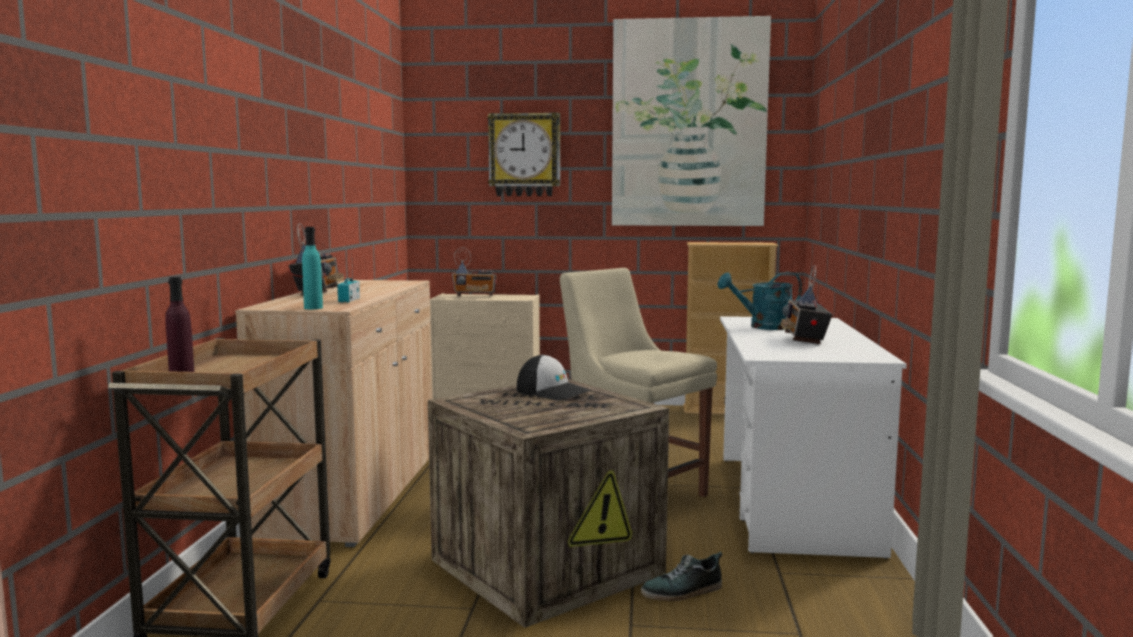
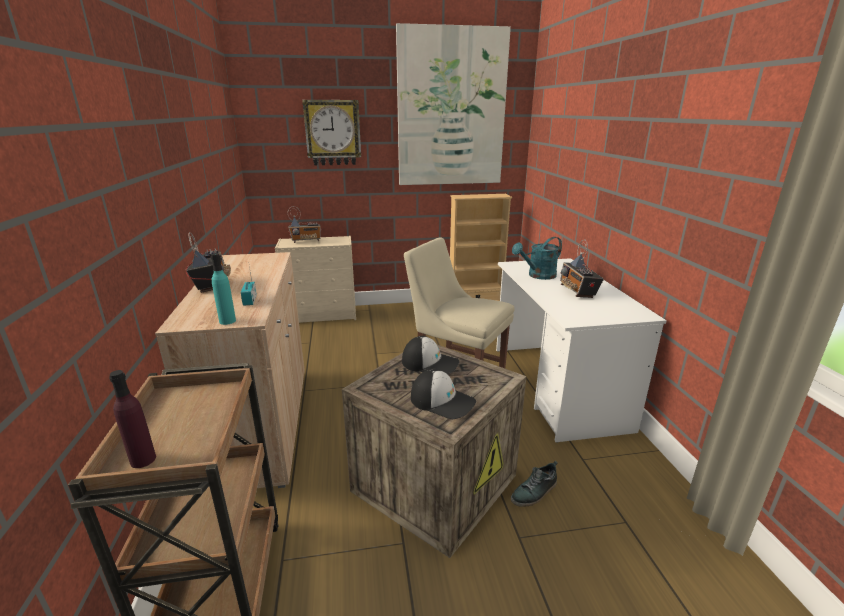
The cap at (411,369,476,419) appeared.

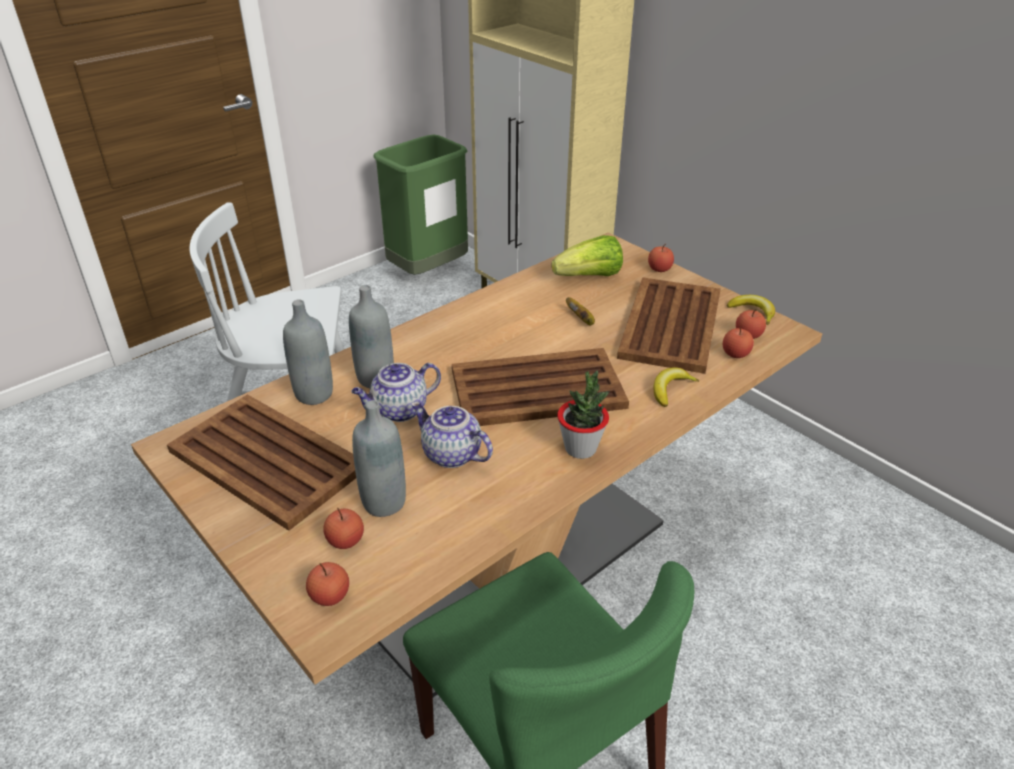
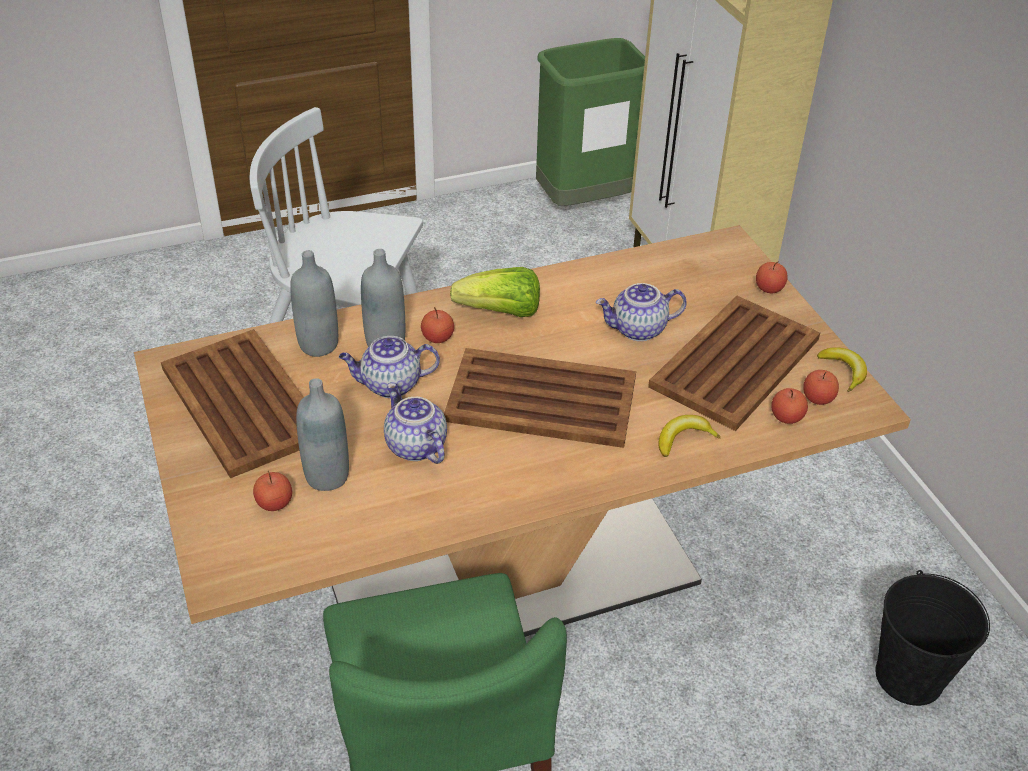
The apple moved from (306,562,349,606) to (421,307,454,343).
The lettuce moved from (552,235,623,276) to (450,267,540,317).
The potted plant at (557,370,610,459) disappeared.
The banana at (566,297,595,325) was replaced by the teapot at (596,283,687,341).
The black bucket at (875,570,990,706) appeared.

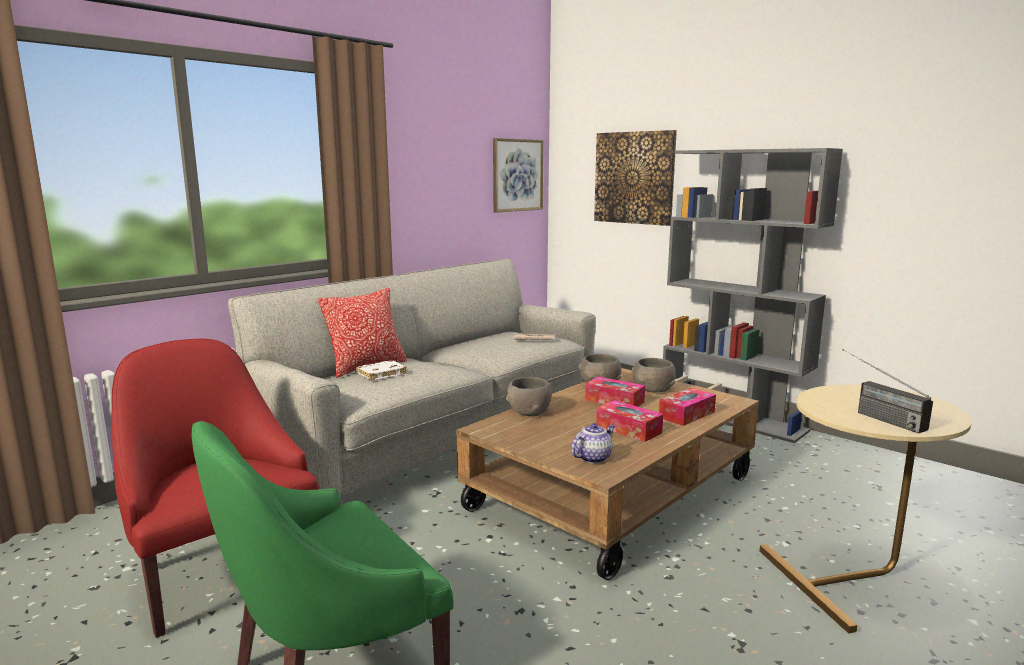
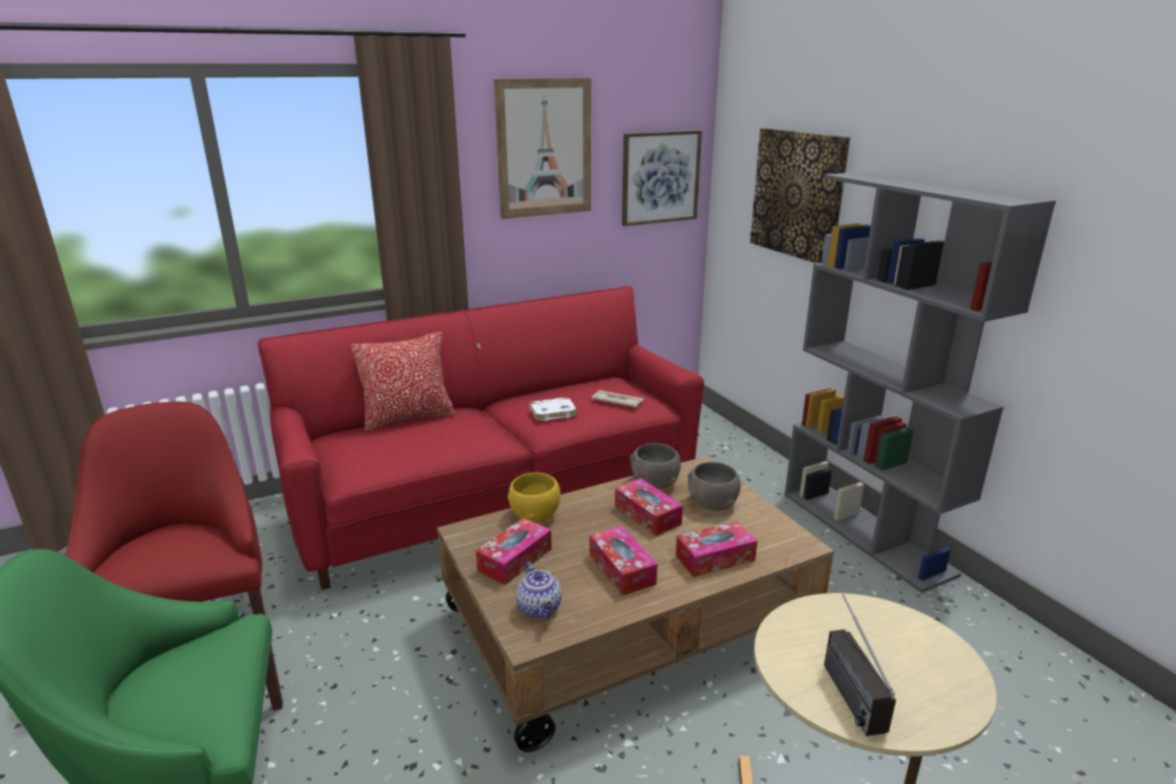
The grey sofa at (228,258,596,495) became the red sofa at (258,286,704,590).
The white book moved from (356,360,407,381) to (529,397,577,421).
The grey bowl at (506,377,552,416) became the yellow bowl at (508,472,561,524).
The teapot at (571,423,615,464) turned 90 degrees clockwise.
The tissue box at (476,518,552,585) appeared.
The picture at (494,78,591,219) appeared.

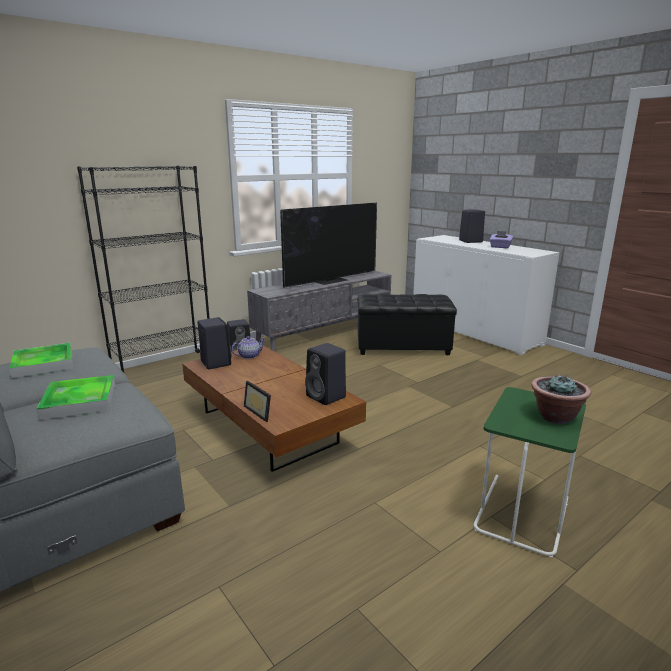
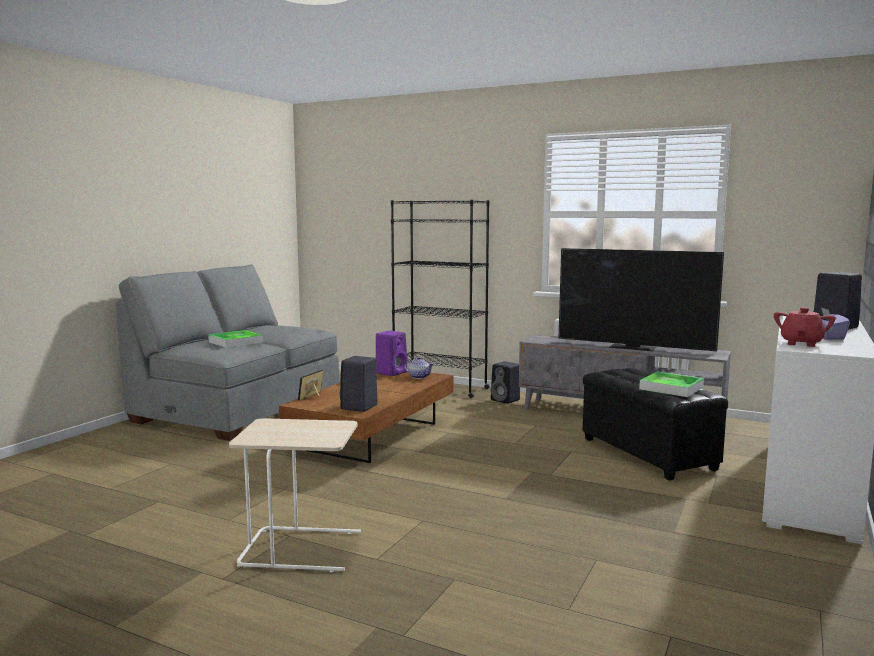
The tray moved from (9,343,73,378) to (639,371,704,397).
The black speaker at (197,317,231,369) became the purple speaker at (376,331,408,376).
The green side table at (474,387,586,558) became the beige side table at (229,418,361,572).
The potted plant at (531,374,591,424) disappeared.
The red teapot at (774,307,835,347) appeared.

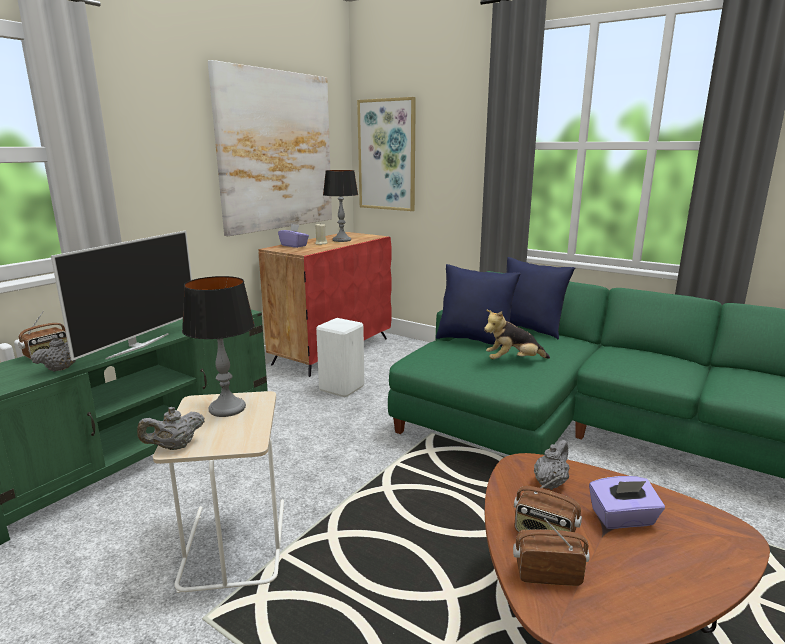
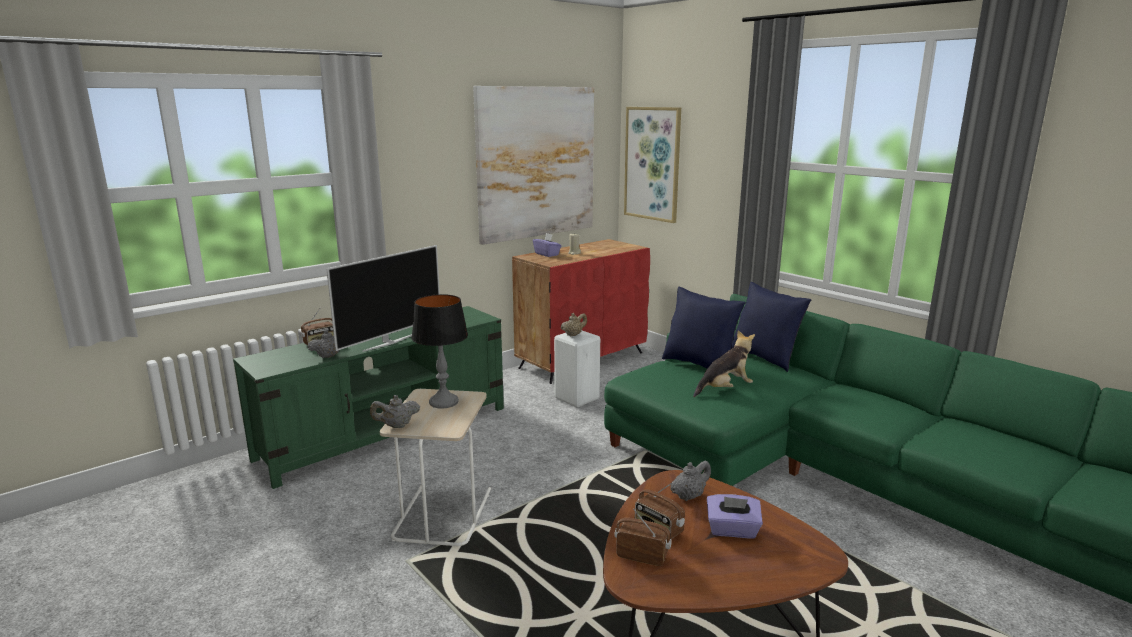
The table lamp at (323,170,358,242) disappeared.
The plush toy at (484,309,550,359) turned 150 degrees clockwise.
The beige teapot at (561,313,587,336) appeared.

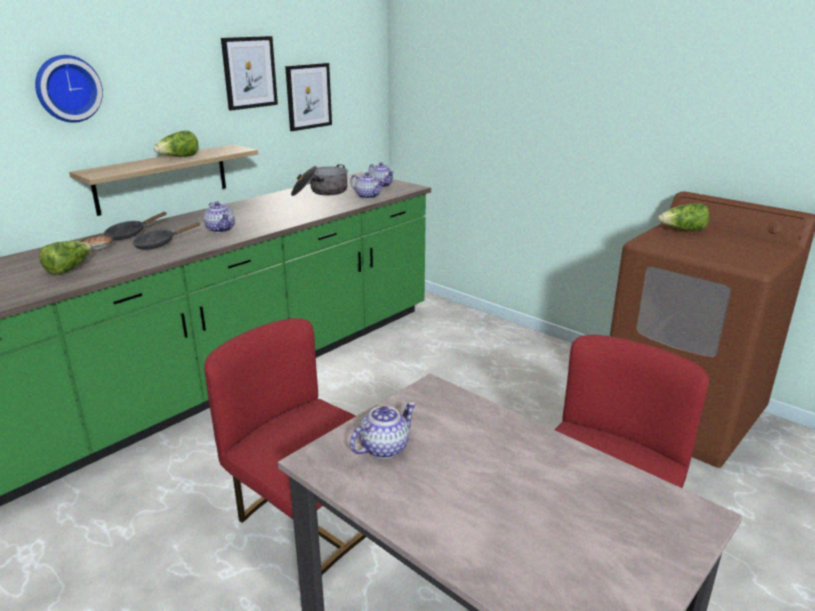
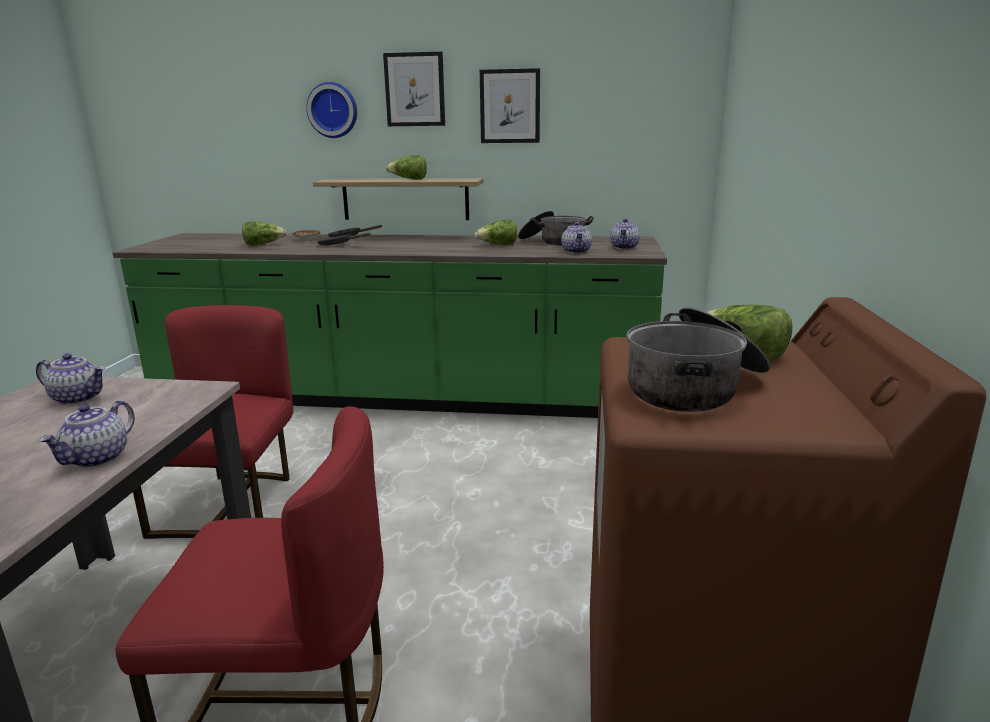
The teapot moved from (204,201,235,233) to (39,400,135,468).
The picture moved from (285,63,332,131) to (383,52,445,126).
The lettuce at (474,219,517,245) appeared.
The cooking pot at (627,307,771,412) appeared.

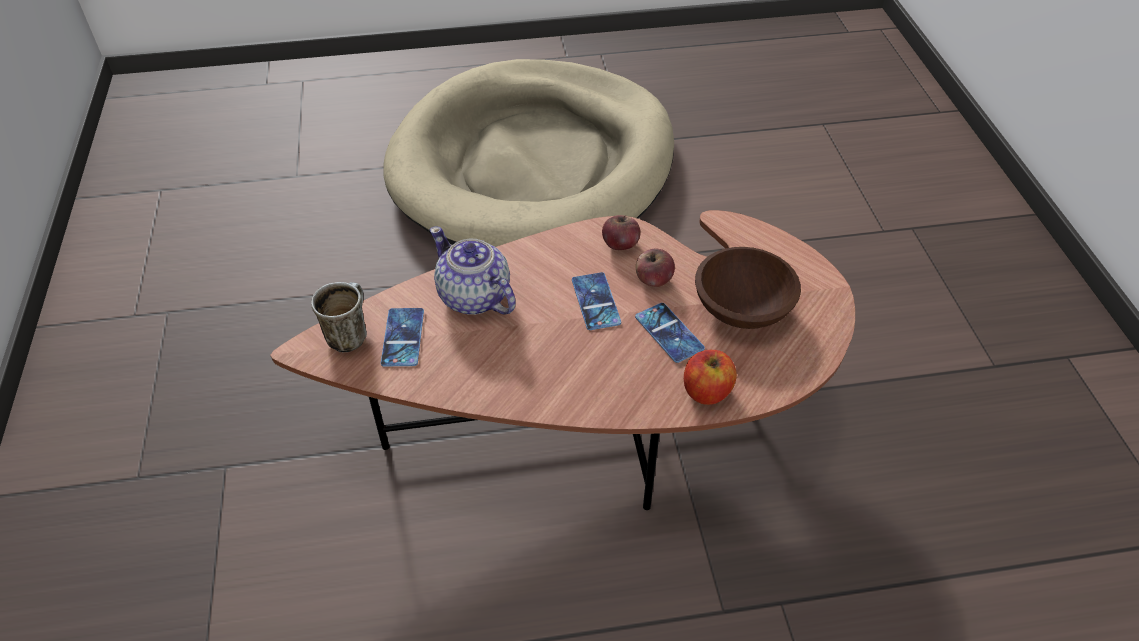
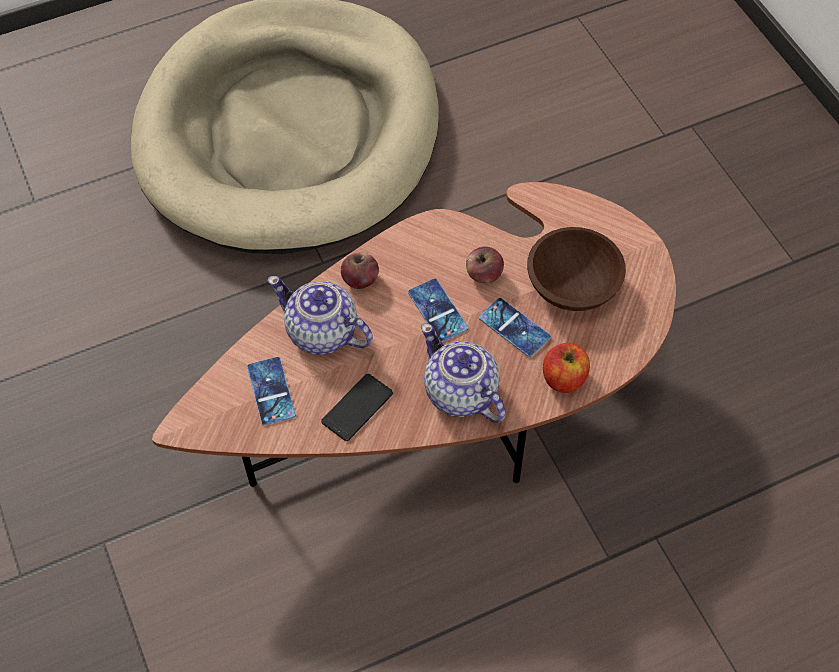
The mug at (311,282,367,352) disappeared.
The apple moved from (602,215,641,250) to (341,252,379,289).
The phone at (321,374,393,441) appeared.
The teapot at (421,323,506,423) appeared.

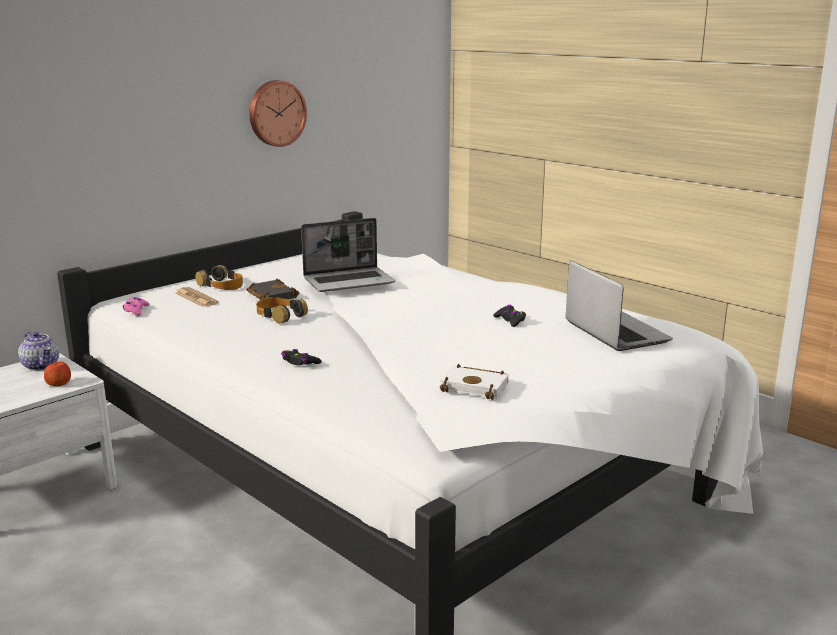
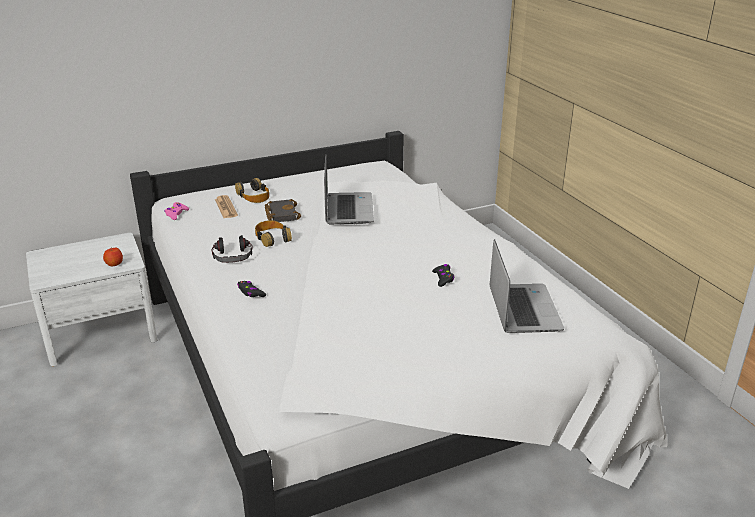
The teapot at (18,332,59,371) disappeared.
The wall clock at (249,80,307,147) disappeared.
The laptop at (301,218,395,292) turned 90 degrees counterclockwise.
The white book at (440,364,509,400) disappeared.
The headphones at (211,235,253,263) appeared.

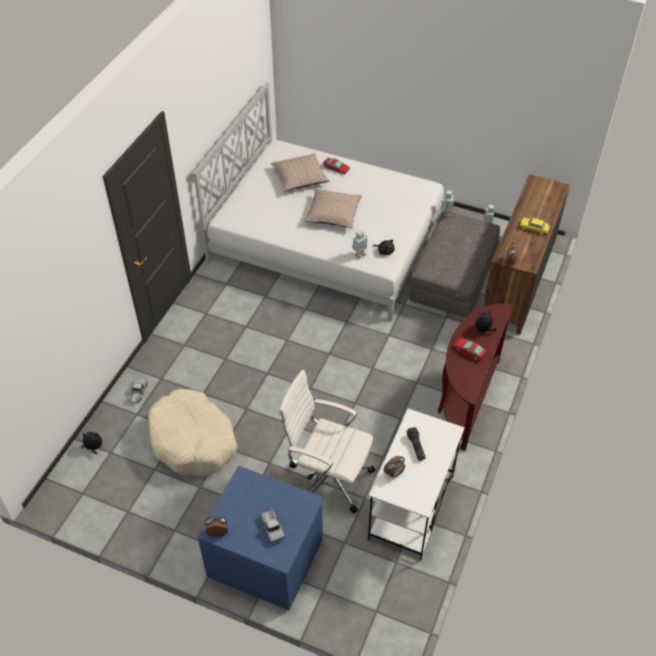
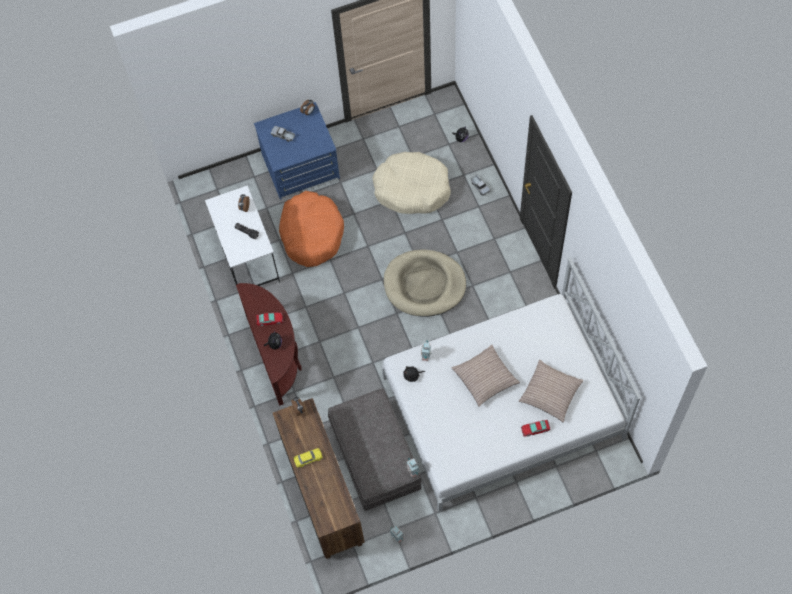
The white office chair at (279,370,376,513) was replaced by the orange dog bed at (279,191,344,267).
The beige dog bed at (384,249,466,317) appeared.

